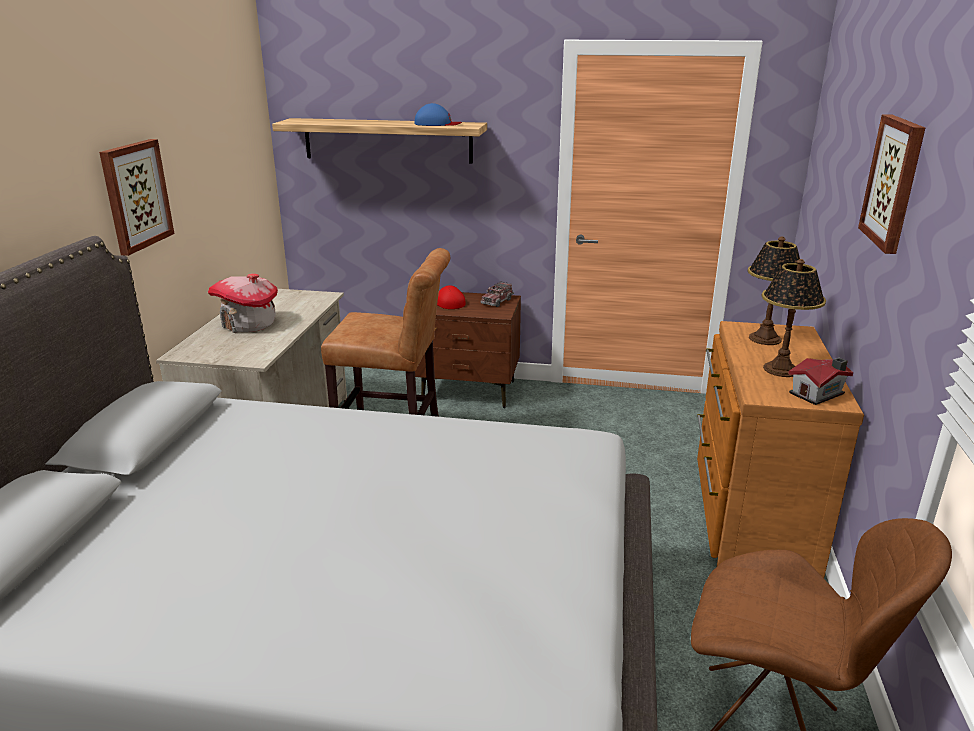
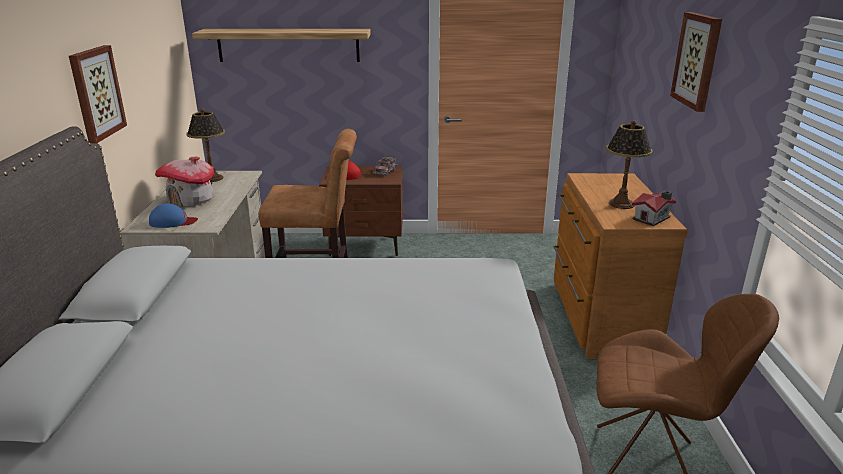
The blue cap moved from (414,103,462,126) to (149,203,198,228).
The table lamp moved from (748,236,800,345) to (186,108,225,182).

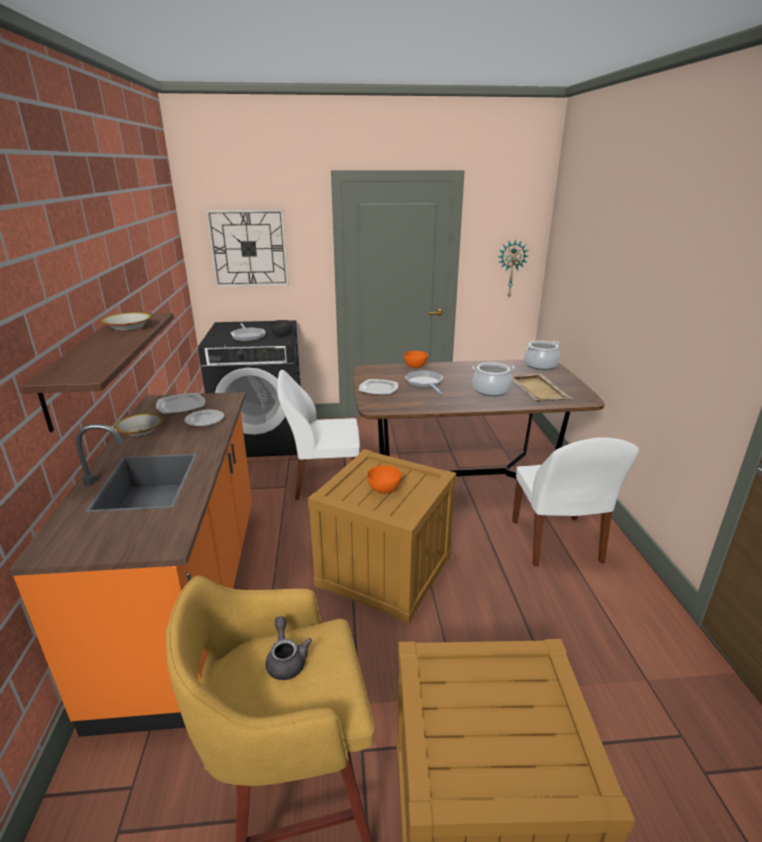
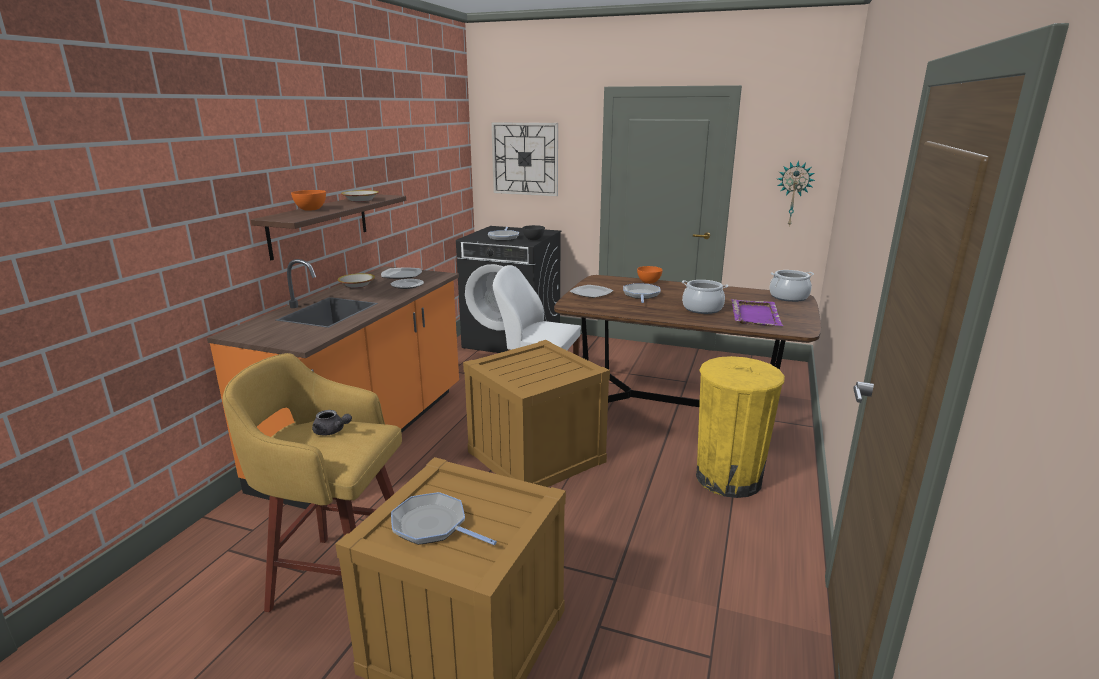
The grey teapot at (266,616,312,680) turned 105 degrees clockwise.
The orange bowl moved from (367,465,402,494) to (291,190,326,211).
The beige tray at (512,373,573,402) became the purple tray at (732,299,783,326).
The white chair at (512,437,639,566) was replaced by the yellow trash can at (696,356,785,498).
The frying pan at (391,492,497,545) appeared.

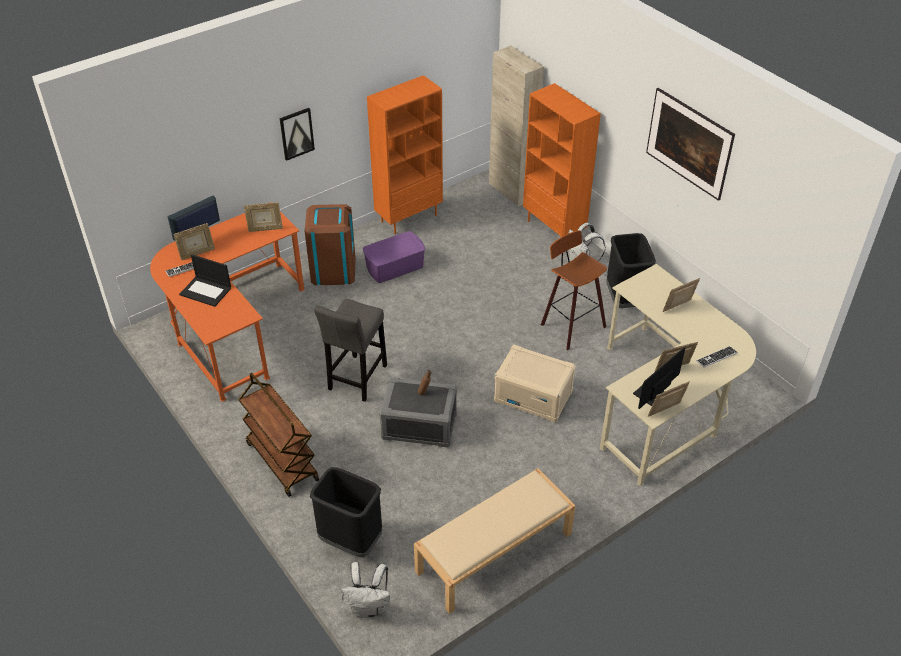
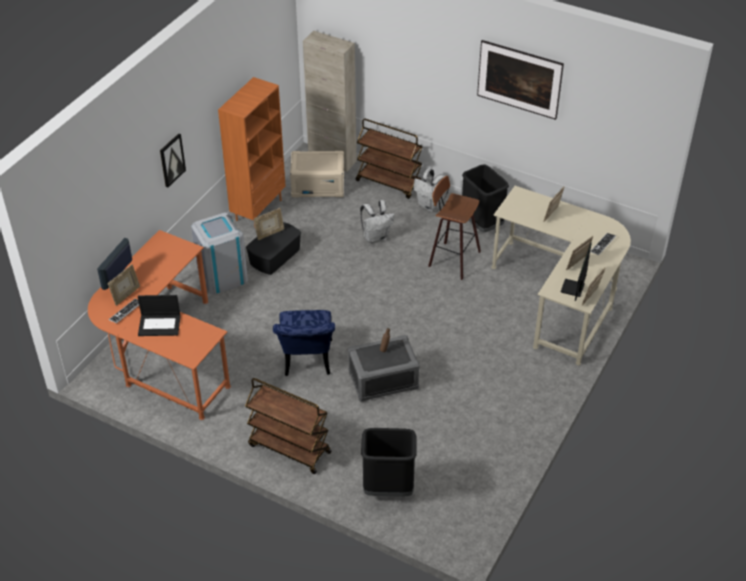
The picture frame moved from (244,202,283,232) to (254,208,284,240).
The brown trash can at (305,204,356,285) became the grey trash can at (191,212,248,295).
The grey stool at (314,299,387,402) was replaced by the blue chair at (273,310,335,376).
The white backpack moved from (341,562,390,618) to (360,200,395,243).
The purple storage box at (363,231,425,283) became the black storage box at (246,222,301,275).
The beige bench at (414,468,575,614) disappeared.
The beige storage box moved from (494,345,576,422) to (290,151,344,197).
The orange bookcase at (523,83,601,237) was replaced by the brown cart at (355,119,423,199).

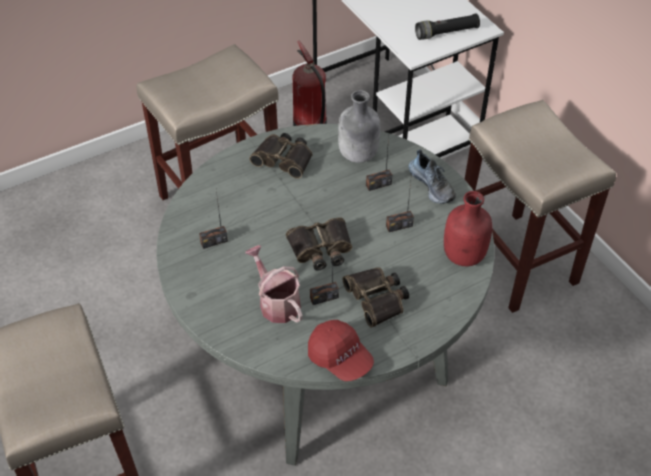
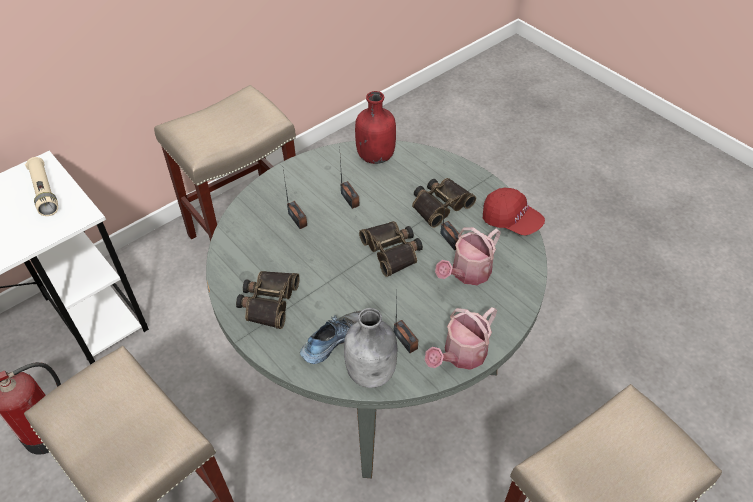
The red cap at (308,320,374,381) turned 90 degrees clockwise.
The grey bottle moved from (338,90,380,163) to (344,308,397,388).
The shoe moved from (409,150,456,204) to (300,311,361,364).
The black flashlight at (415,13,480,40) became the beige flashlight at (25,157,58,216).
The watering can at (425,307,497,370) appeared.

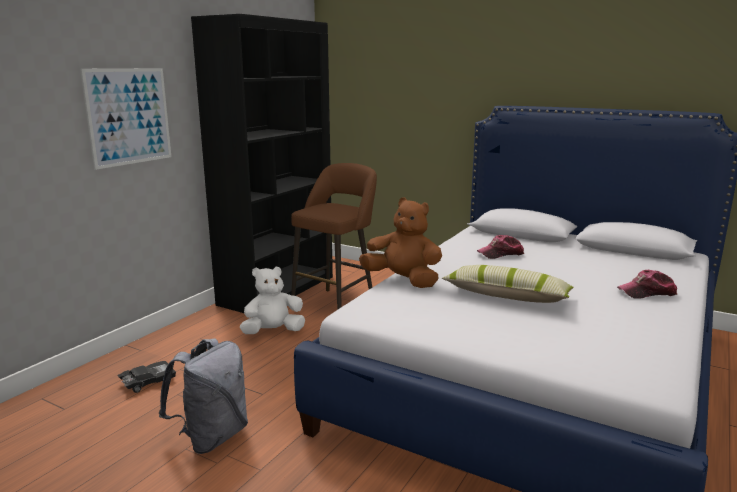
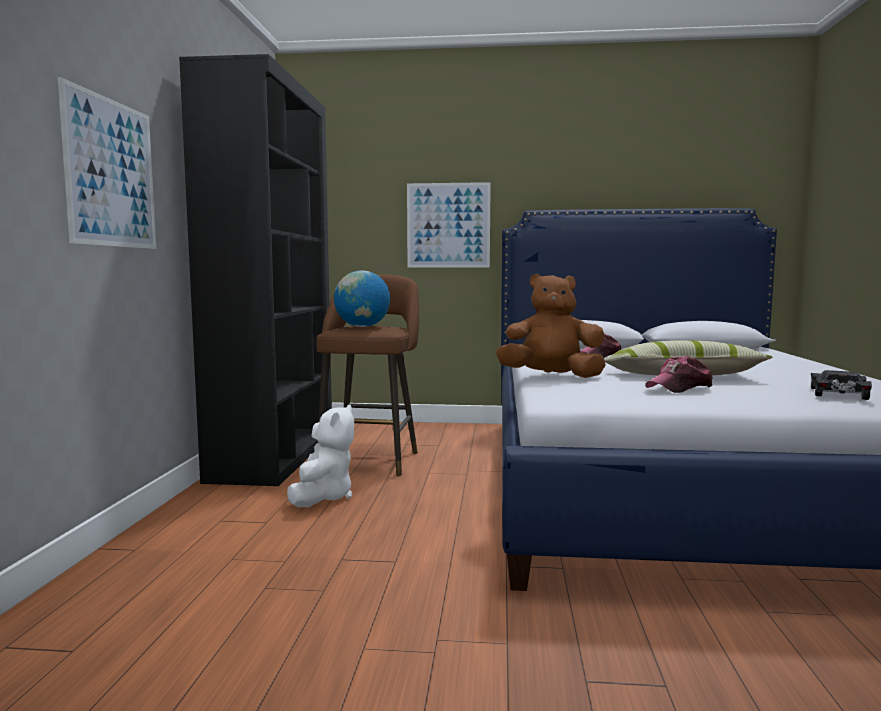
The black toy car moved from (117,361,176,393) to (811,370,872,400).
The grey backpack at (159,338,248,454) disappeared.
The white plush toy at (240,267,305,334) turned 150 degrees clockwise.
The cap moved from (617,270,677,299) to (645,356,713,393).
The globe at (334,270,390,327) appeared.
The picture at (407,182,491,268) appeared.

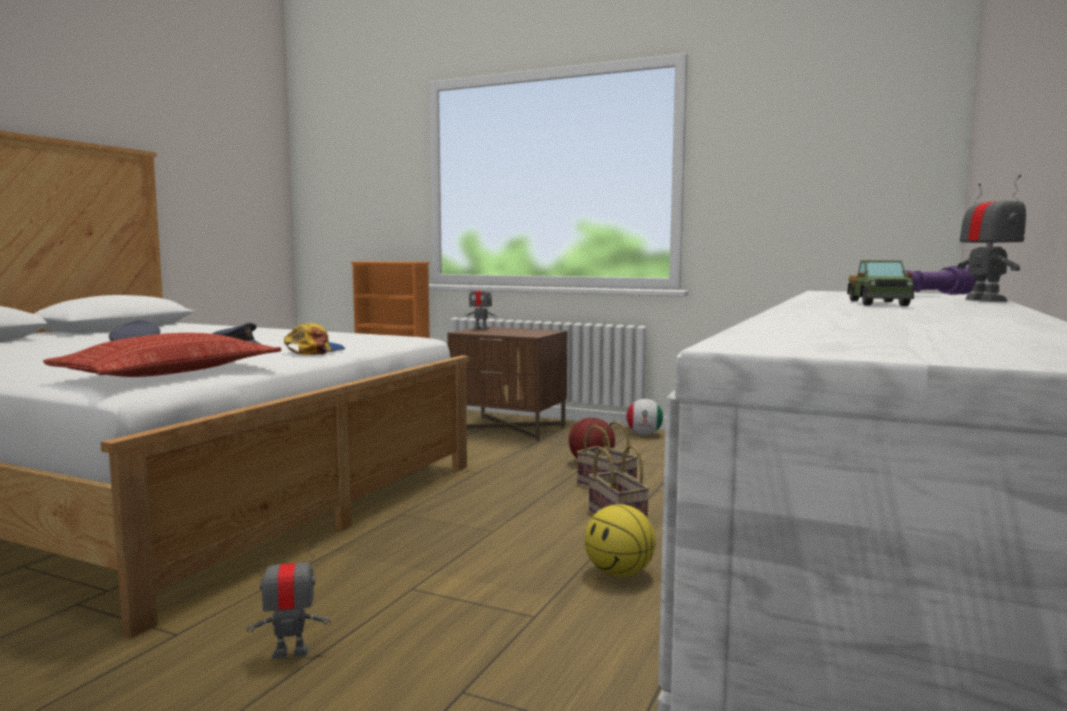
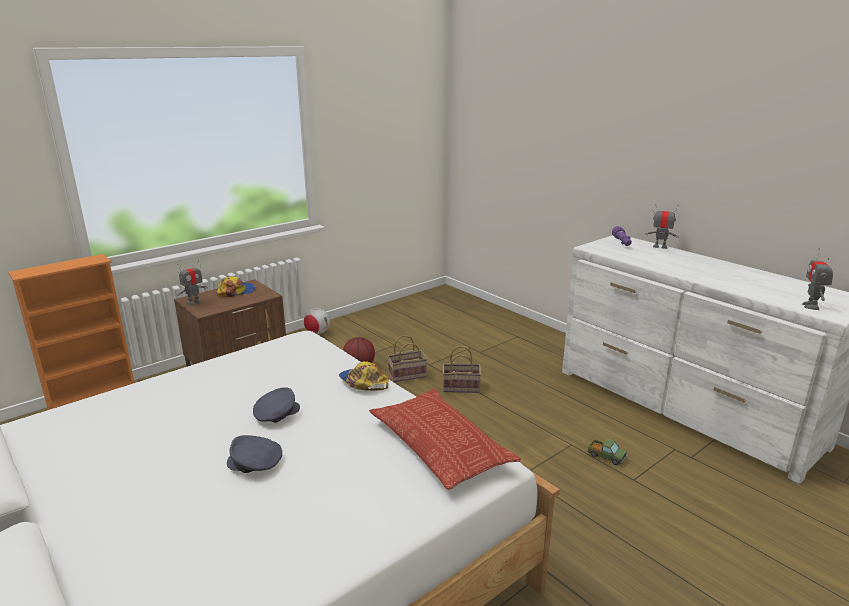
The toy robot moved from (247,545,331,659) to (802,248,833,310).
The basketball at (585,504,656,577) disappeared.
The toy truck moved from (847,260,914,306) to (587,439,627,465).
The cap at (217,276,255,297) appeared.

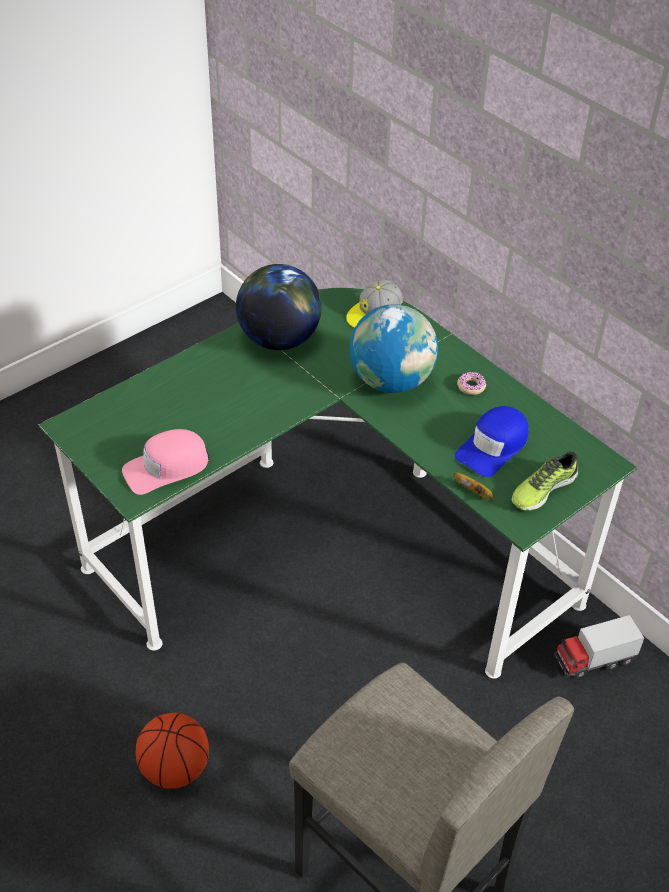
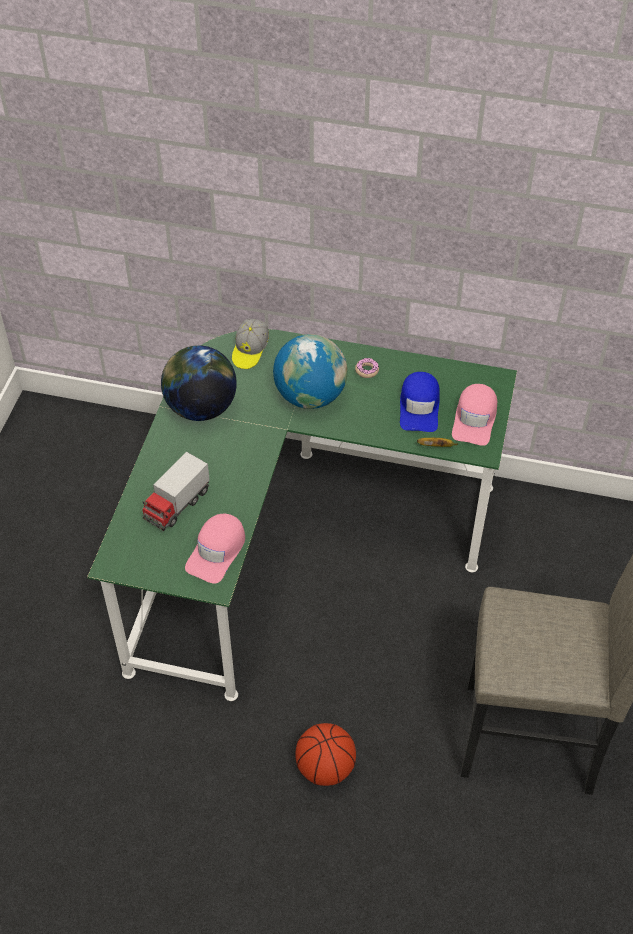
The shoe at (512,452,578,511) was replaced by the pink cap at (452,384,497,446).
The toy truck moved from (554,615,644,678) to (142,452,210,531).

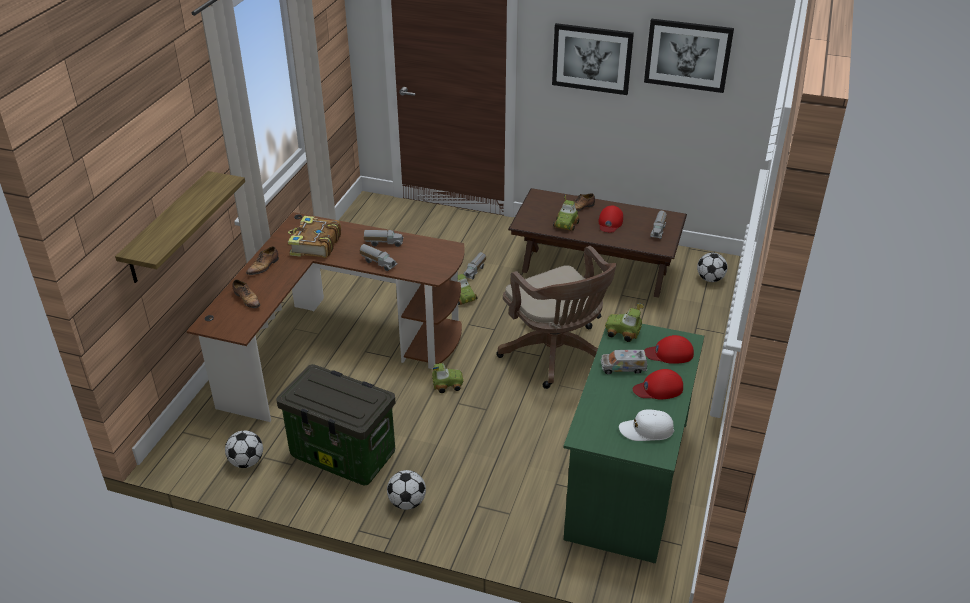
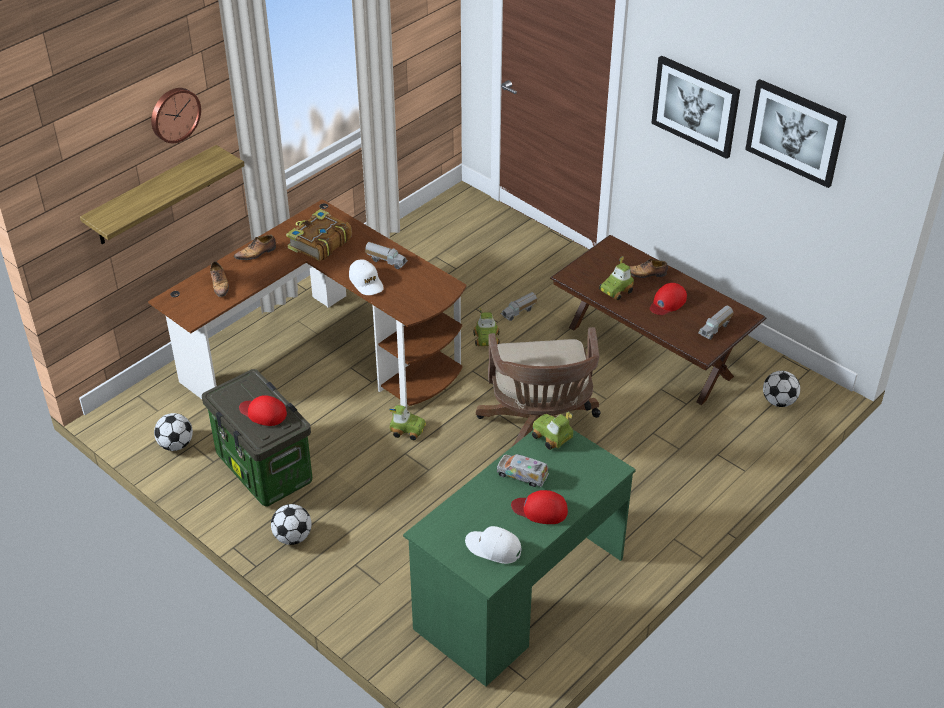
The toy truck at (360,244,398,271) was replaced by the white cap at (349,259,384,295).
The red cap moved from (644,335,694,364) to (239,395,287,426).
The wall clock at (151,88,201,143) appeared.

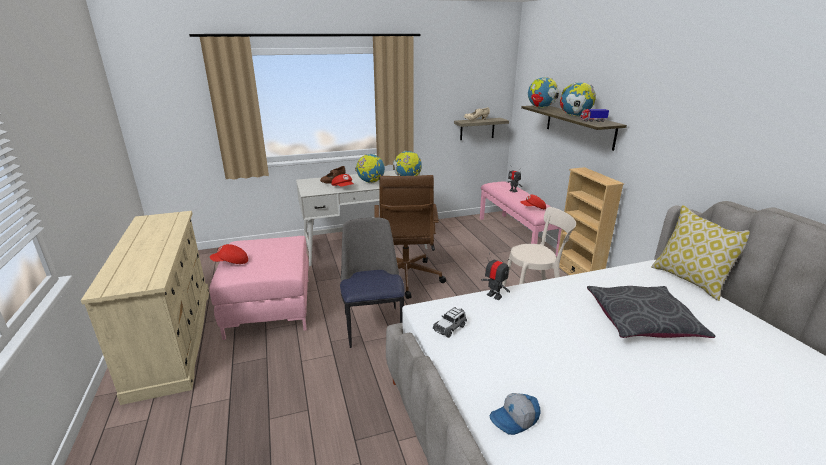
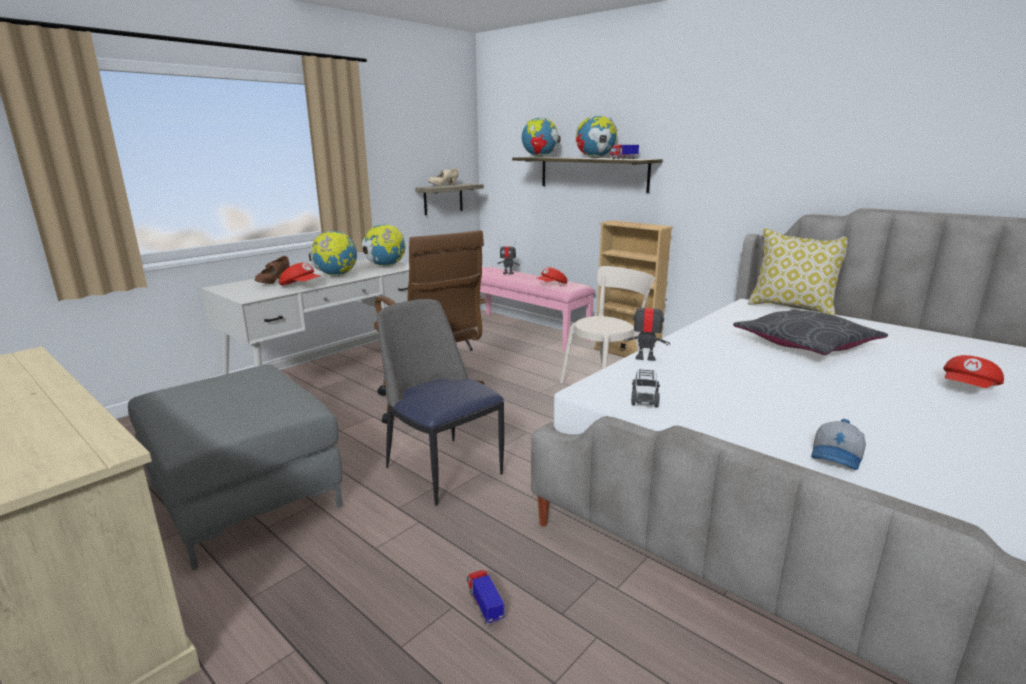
The pink ottoman at (209,236,309,340) became the grey ottoman at (128,364,343,570).
The red cap moved from (210,244,248,264) to (943,355,1004,388).
The toy truck at (467,570,505,625) appeared.

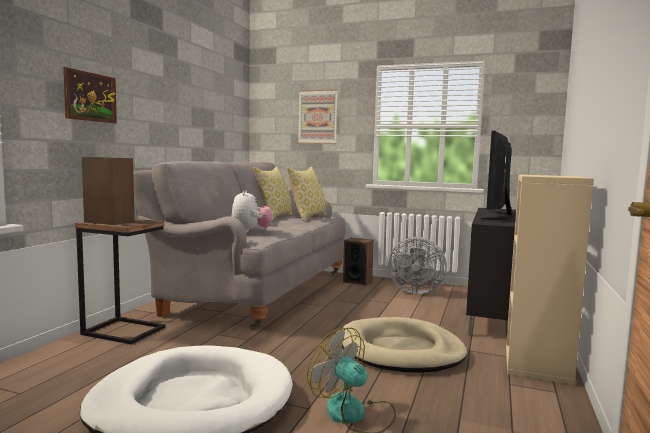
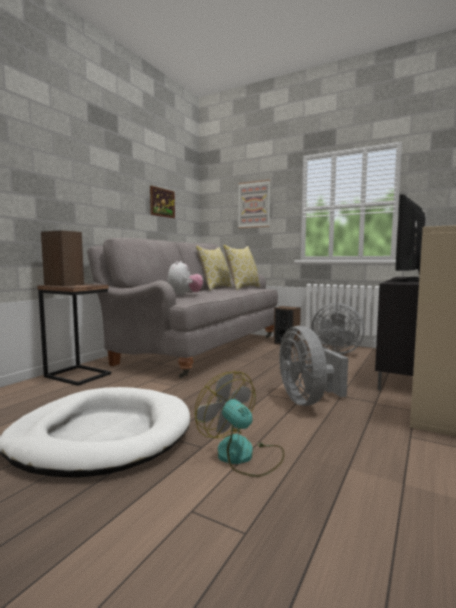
The picture moved from (63,67,117,123) to (150,186,175,218).
The beige dog bed at (341,317,467,373) was replaced by the grey fan at (279,326,348,406).

